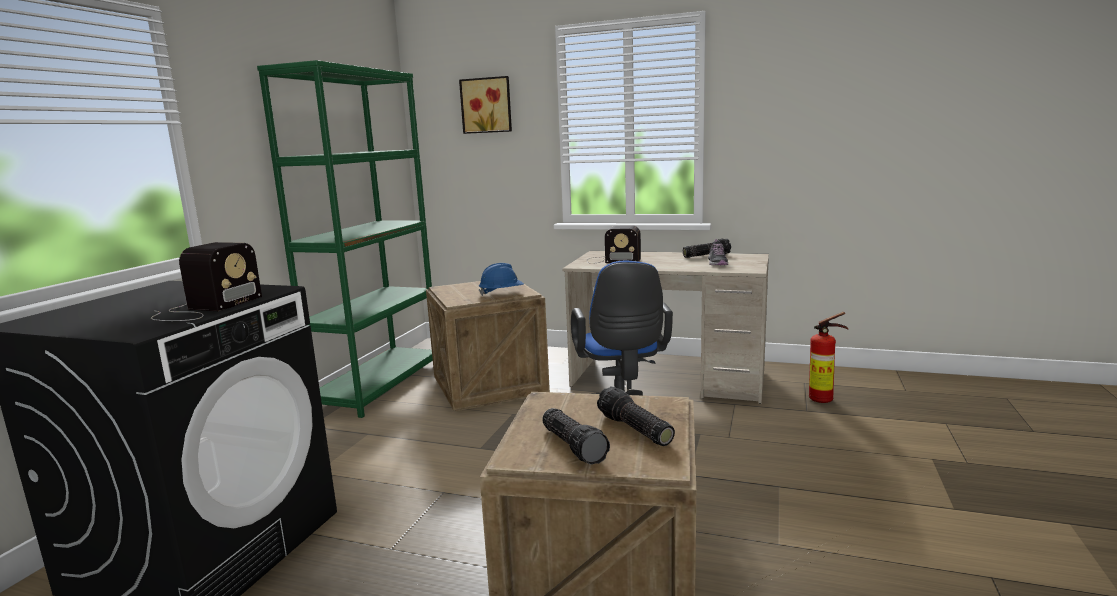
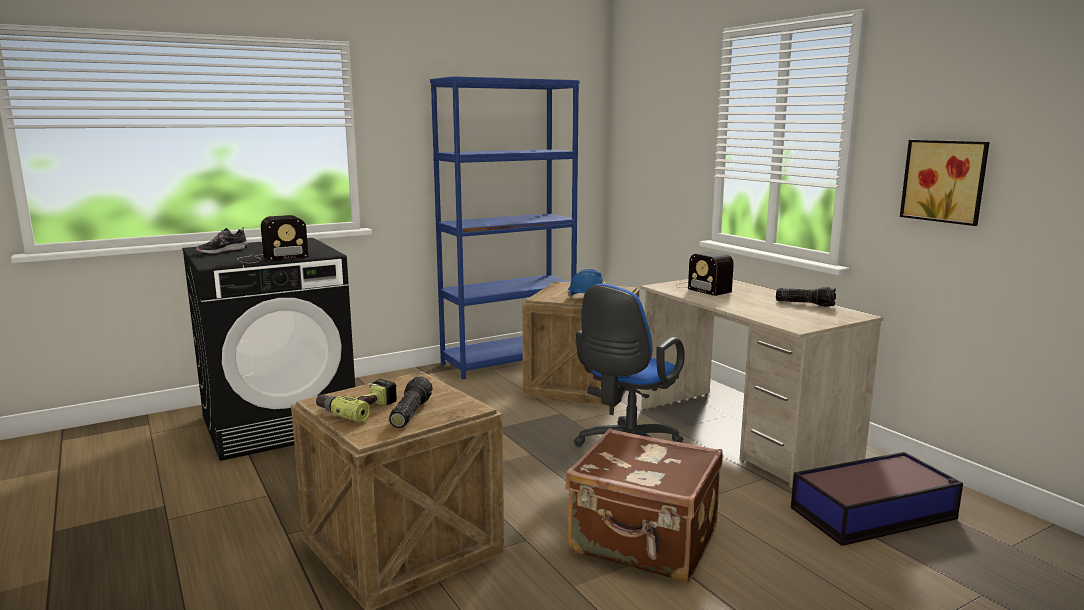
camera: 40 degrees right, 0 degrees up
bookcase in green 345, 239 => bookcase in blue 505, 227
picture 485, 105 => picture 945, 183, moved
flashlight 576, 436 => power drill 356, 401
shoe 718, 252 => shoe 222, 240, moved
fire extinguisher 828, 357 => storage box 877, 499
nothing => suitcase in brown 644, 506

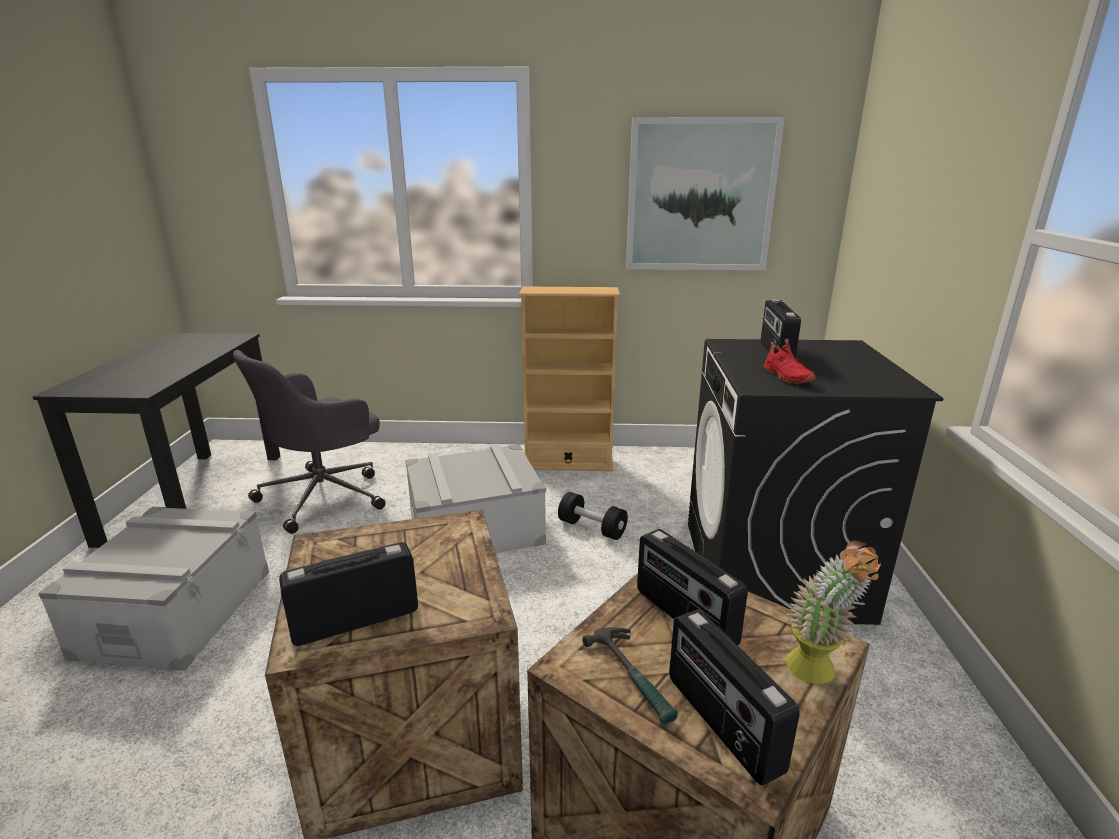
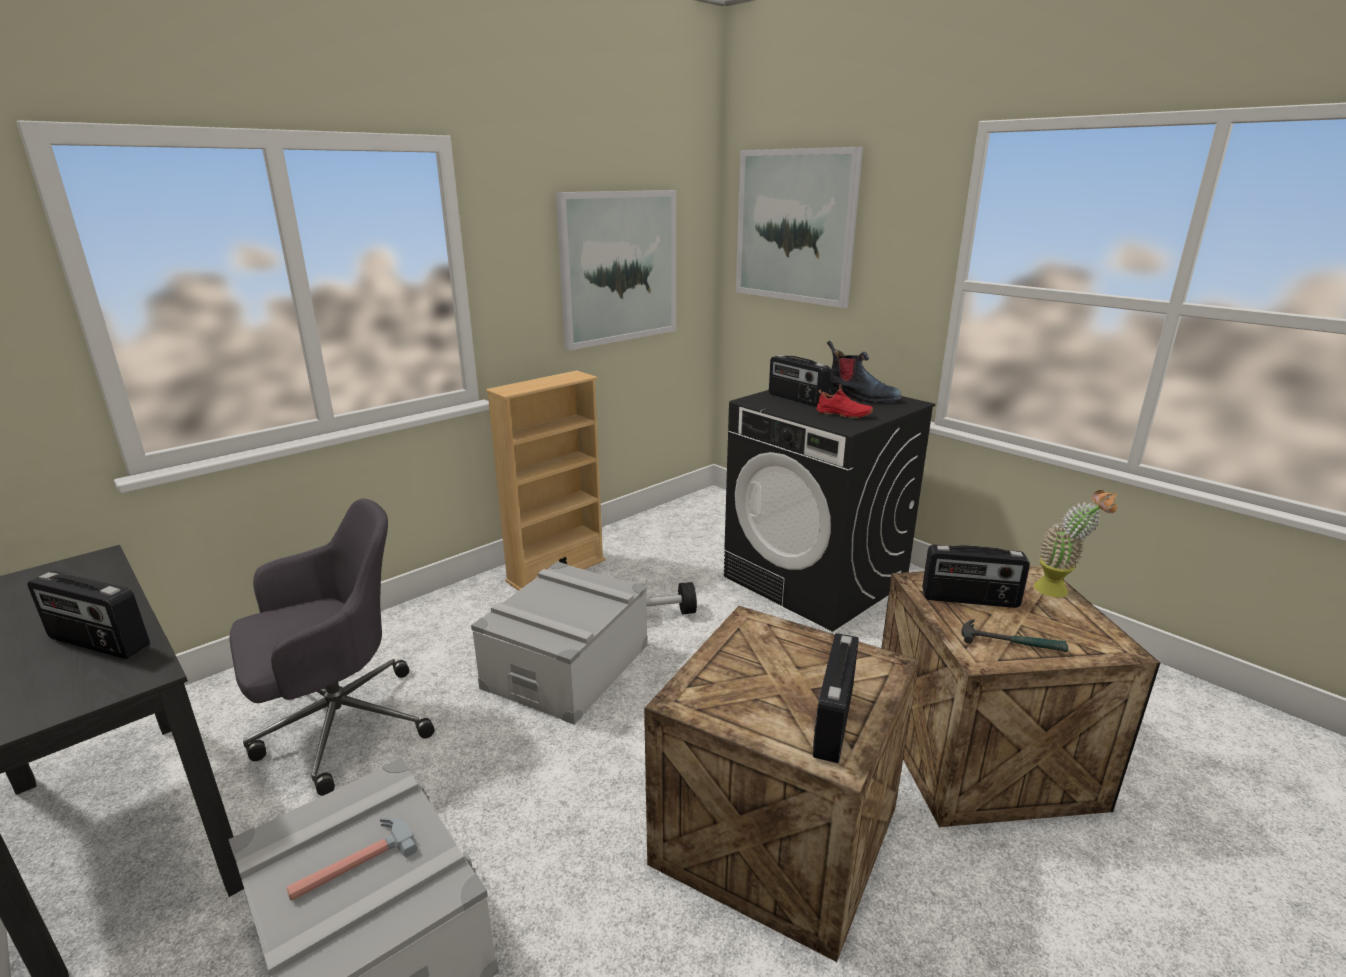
camera: 45 degrees left, 0 degrees up
office chair in grey 309, 442 => office chair in grey 332, 647, 120 degrees counterclockwise
radio 734, 697 => radio 88, 615, moved
nothing => hammer 352, 859
nothing => picture 799, 227
nothing => boot 864, 372

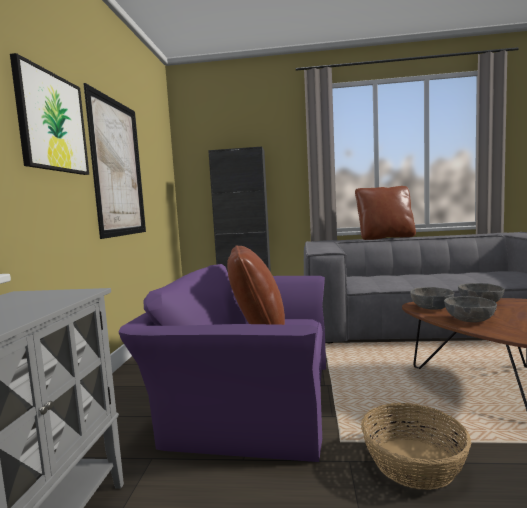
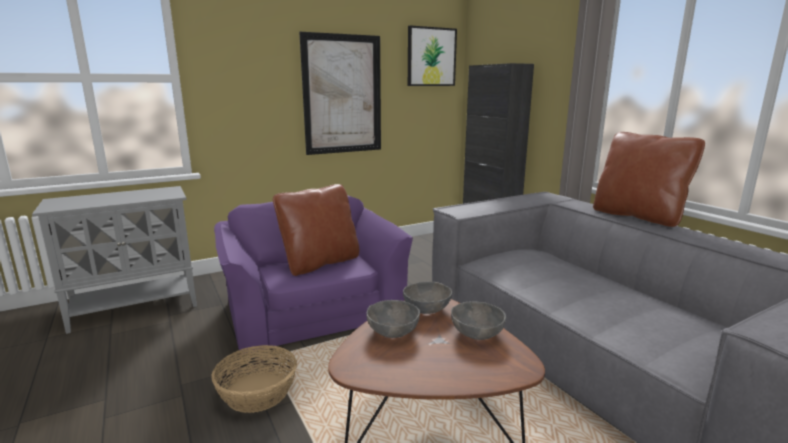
camera: 55 degrees right, 10 degrees up
picture 49, 114 => picture 432, 55, moved

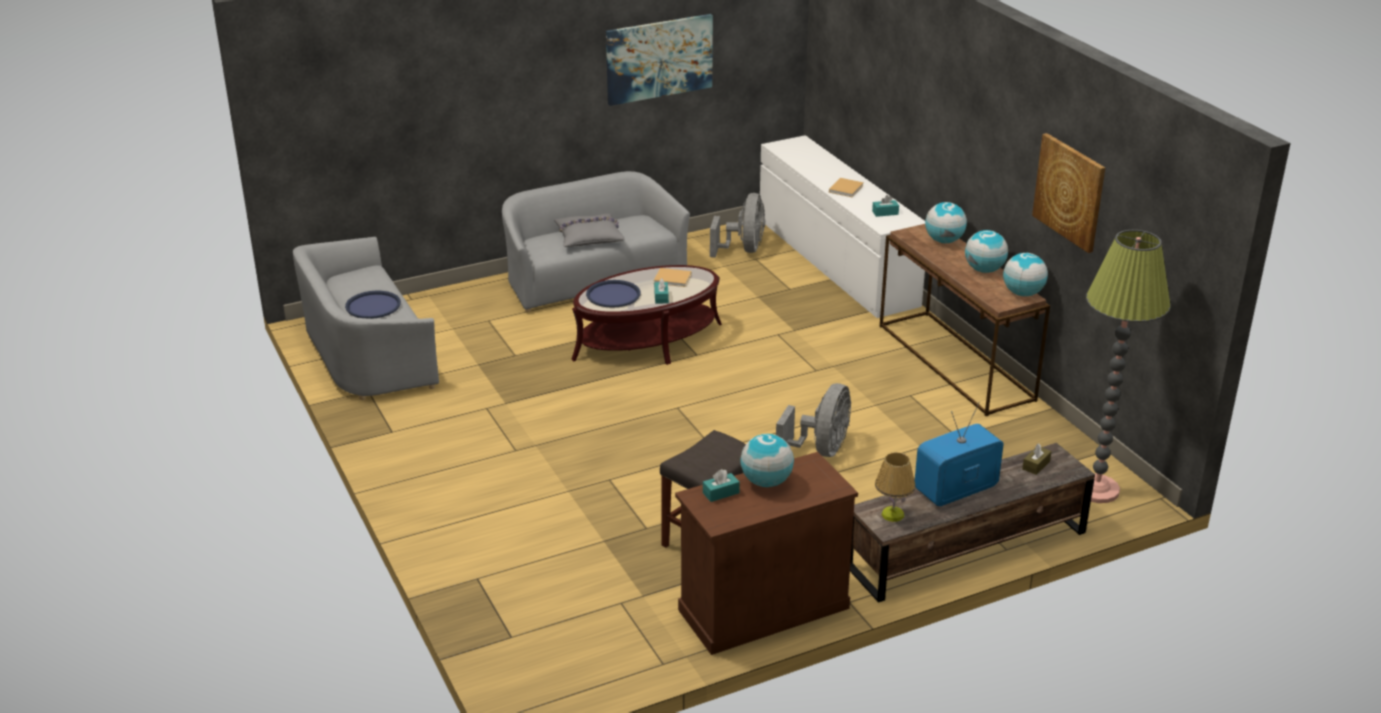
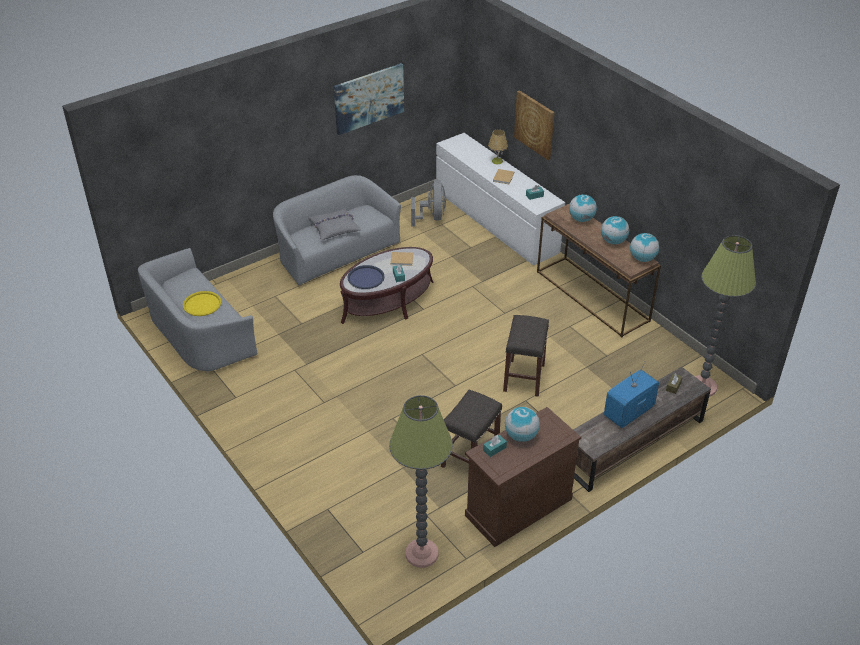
camera: 10 degrees left, 10 degrees up
tray in blue 373, 305 => tray in yellow 202, 303
fan in grey 813, 420 => stool in grey 526, 356
table lamp 895, 487 => table lamp 498, 146, moved
picture 1068, 193 => picture 534, 125, moved
nothing => floor lamp 421, 481

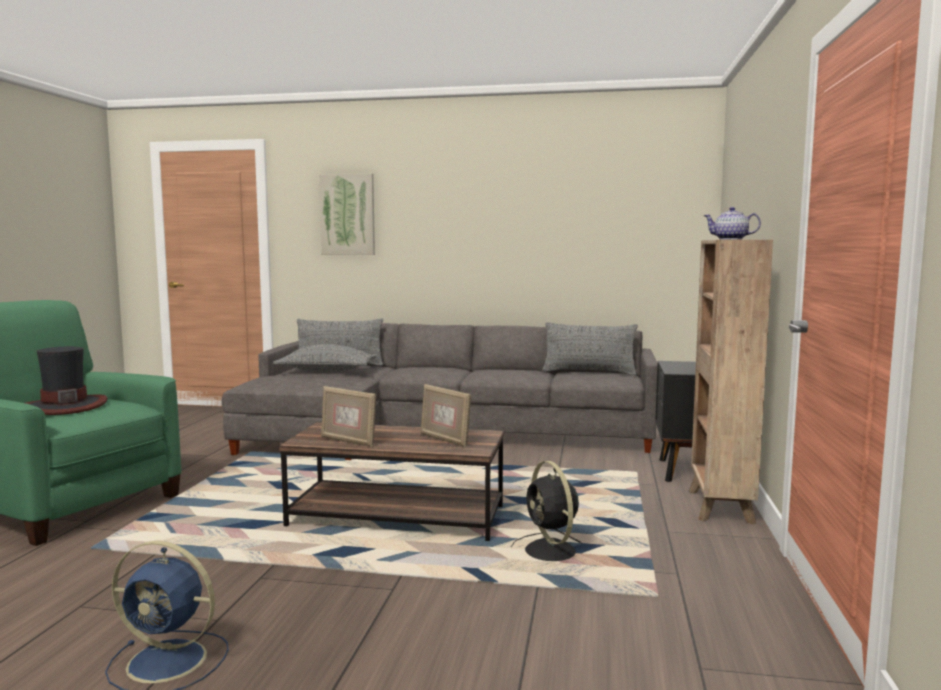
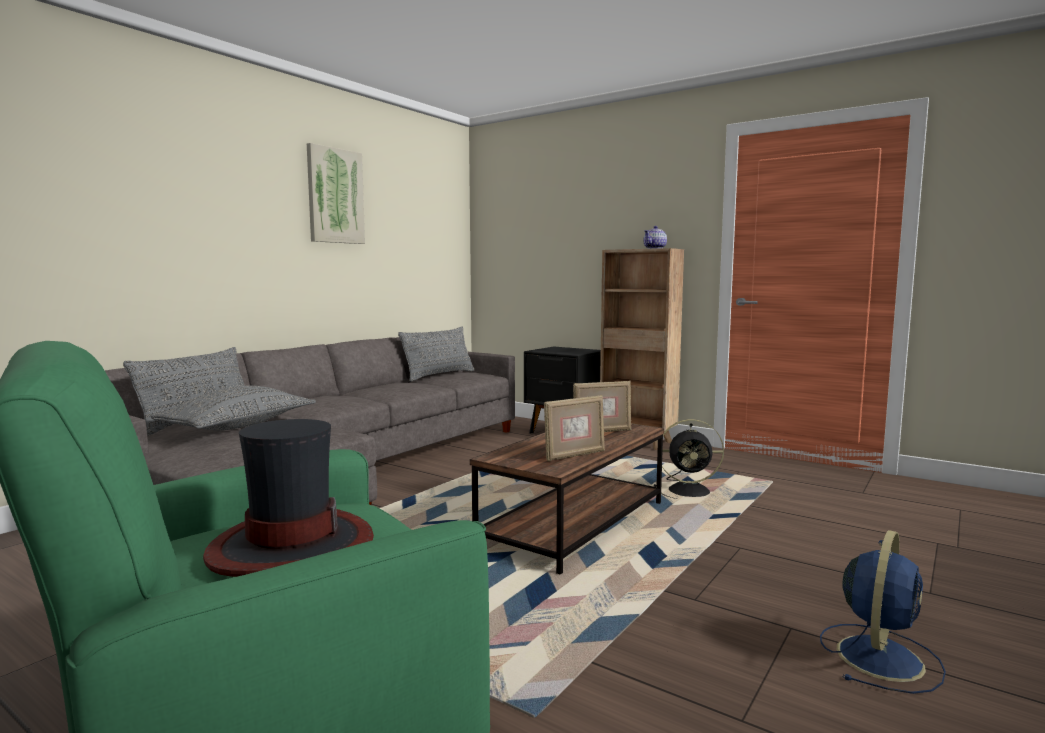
camera: 65 degrees left, 0 degrees up
picture 347, 214 => picture 336, 193, moved

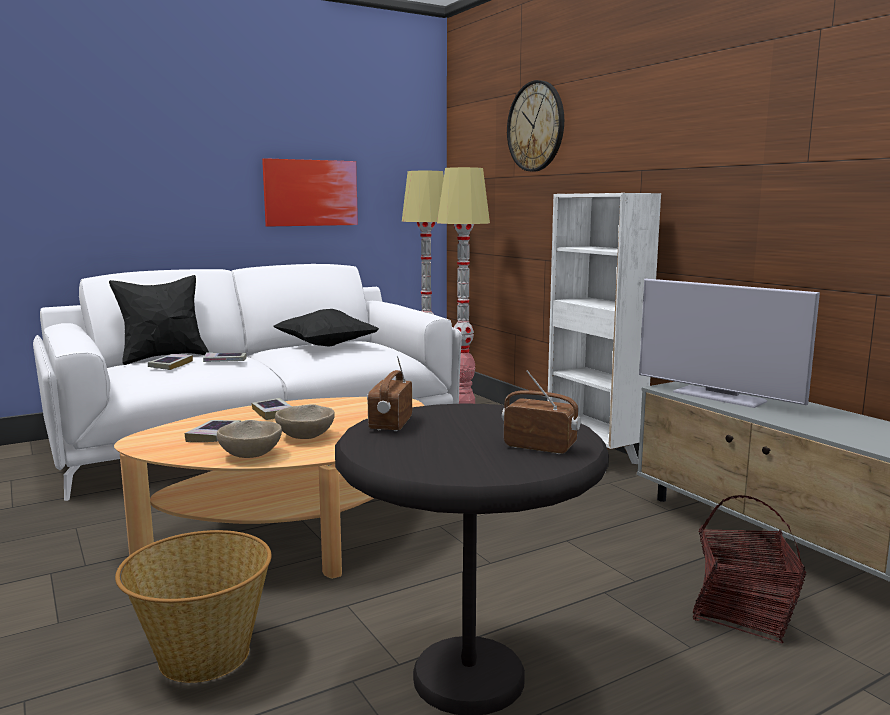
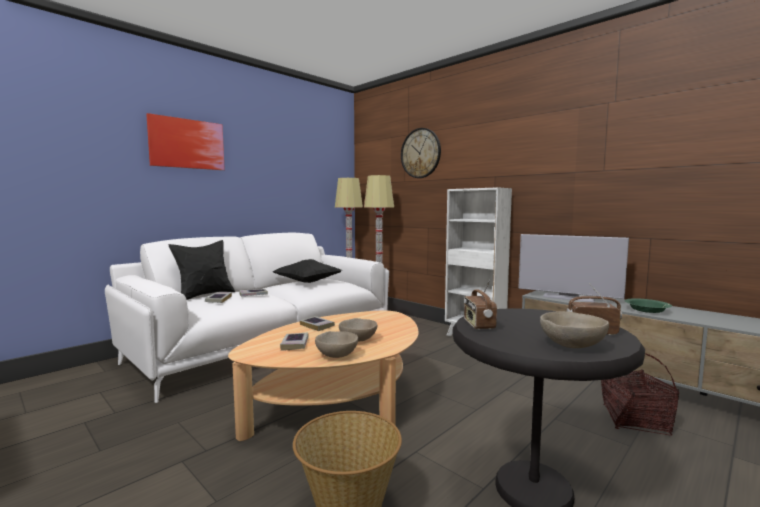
camera: 15 degrees left, 5 degrees down
picture 310, 192 => picture 185, 141, moved
nothing => bowl in beige 574, 329
nothing => bowl in green 648, 305

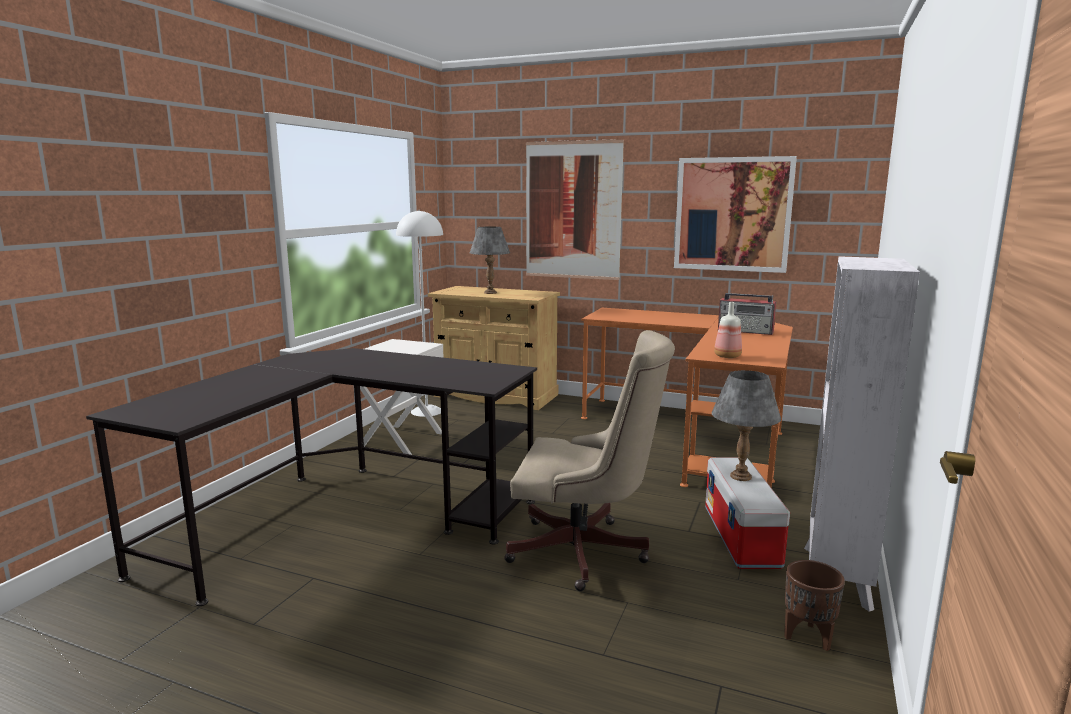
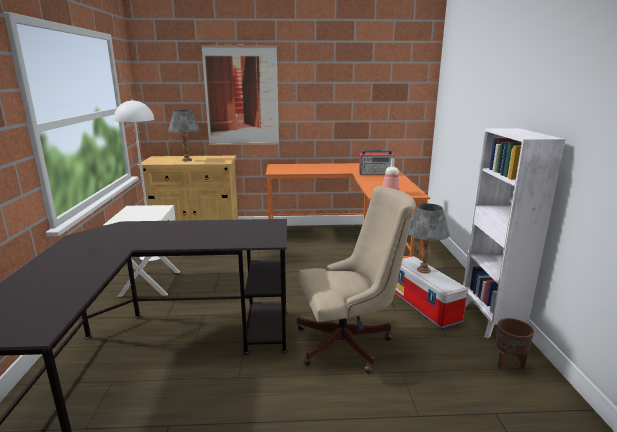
camera: 25 degrees left, 5 degrees up
picture 735, 214 => nothing

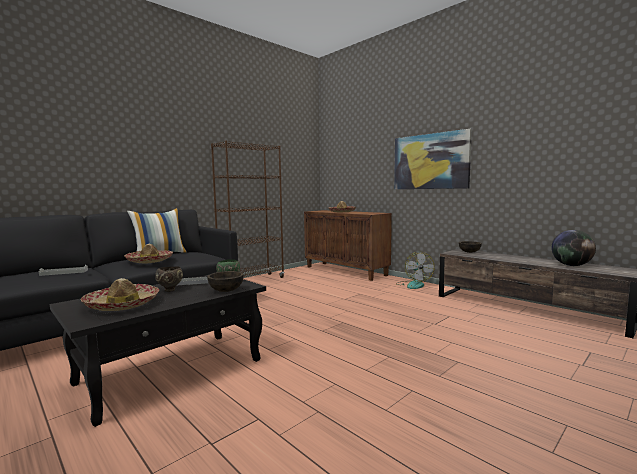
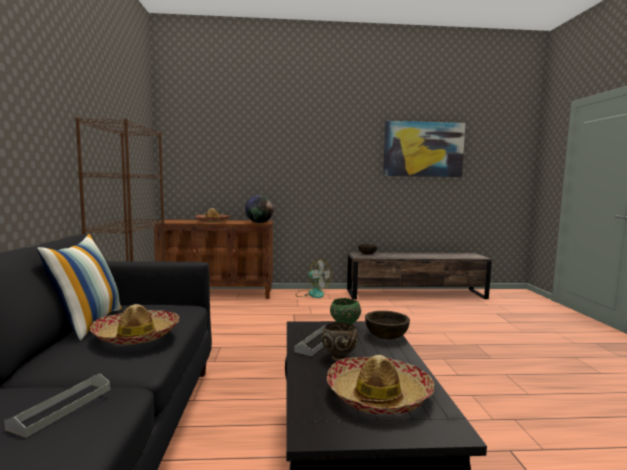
camera: 50 degrees left, 0 degrees up
picture 433, 159 => picture 424, 149, moved
globe 573, 248 => globe 259, 209, moved

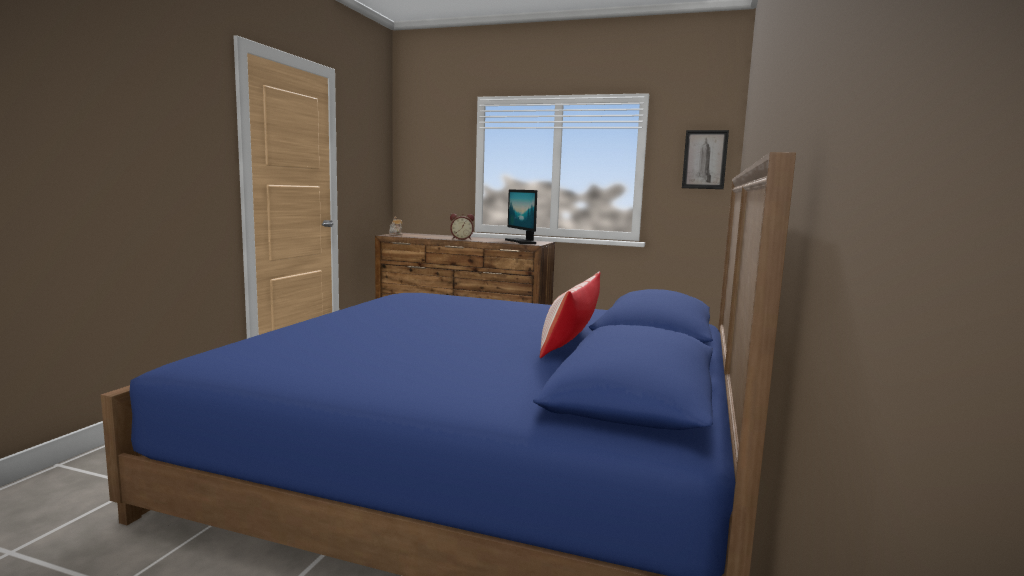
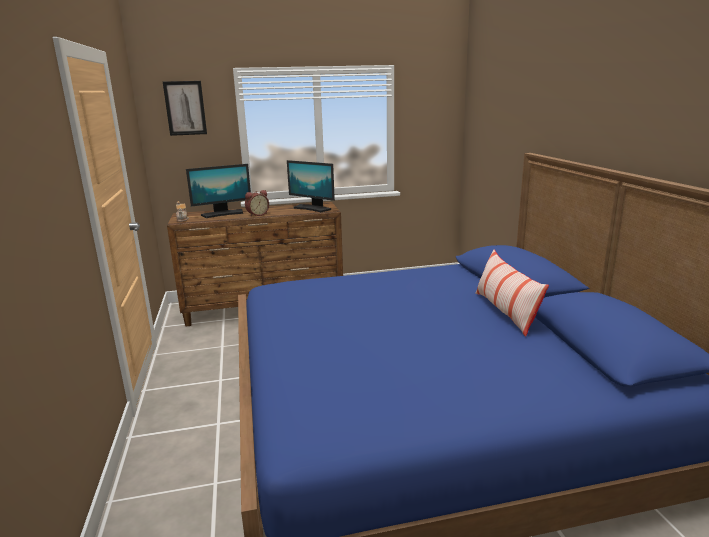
camera: 30 degrees left, 10 degrees up
picture 705, 159 => picture 185, 108, moved
nothing => monitor 218, 191

